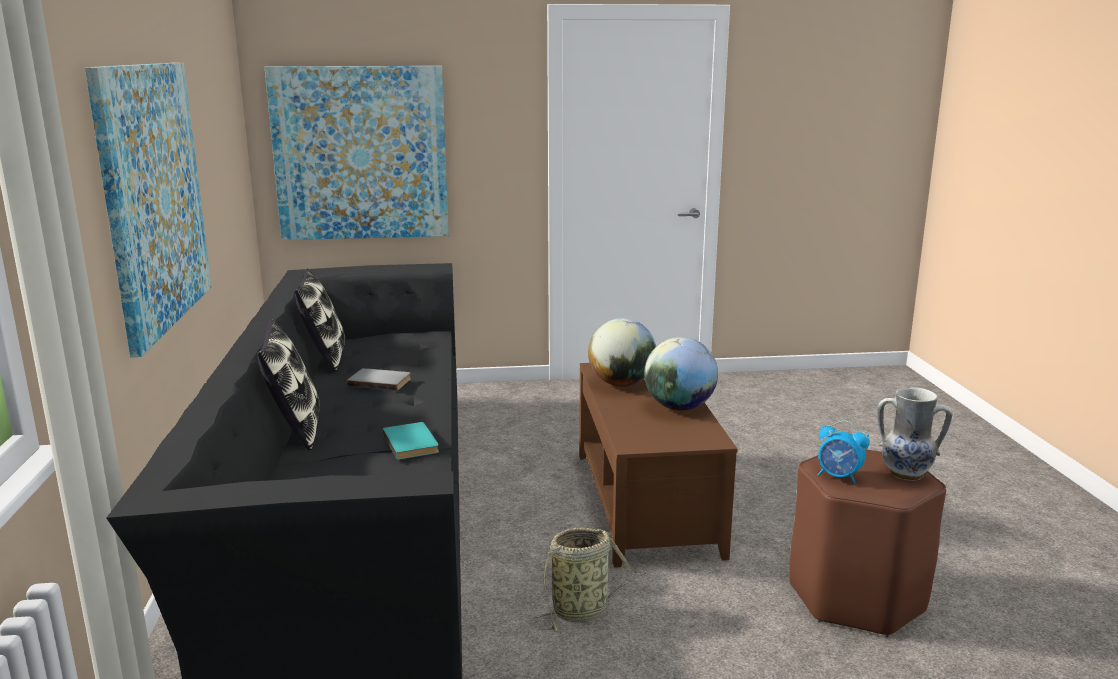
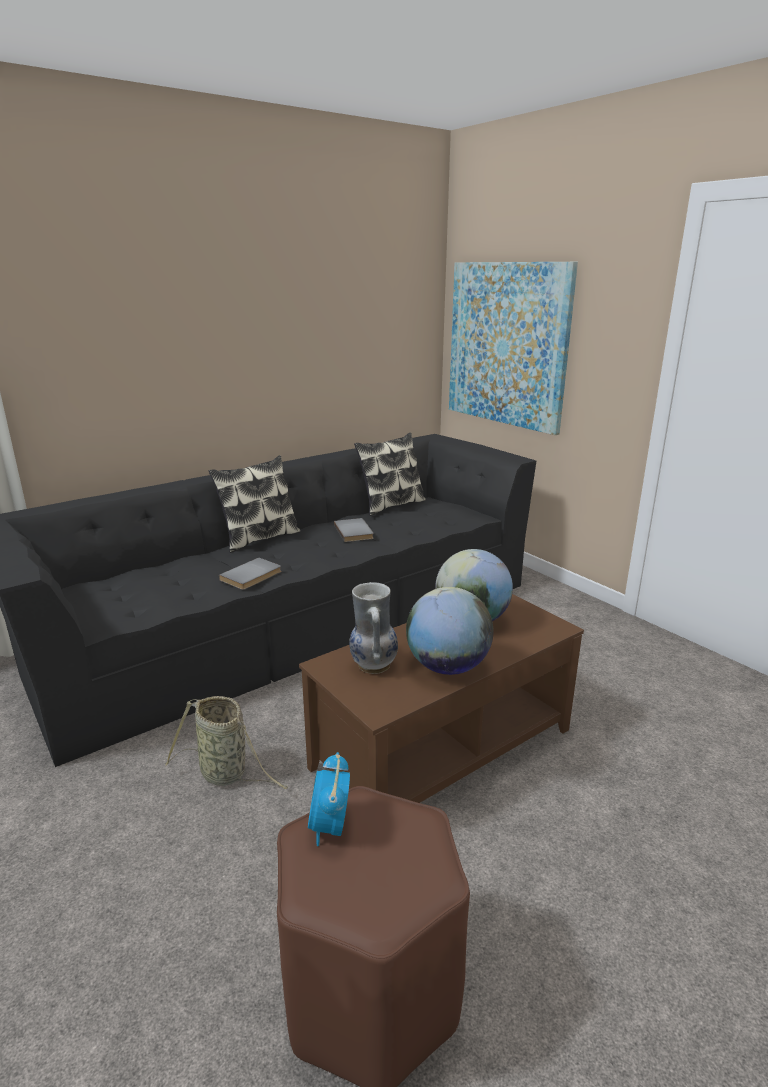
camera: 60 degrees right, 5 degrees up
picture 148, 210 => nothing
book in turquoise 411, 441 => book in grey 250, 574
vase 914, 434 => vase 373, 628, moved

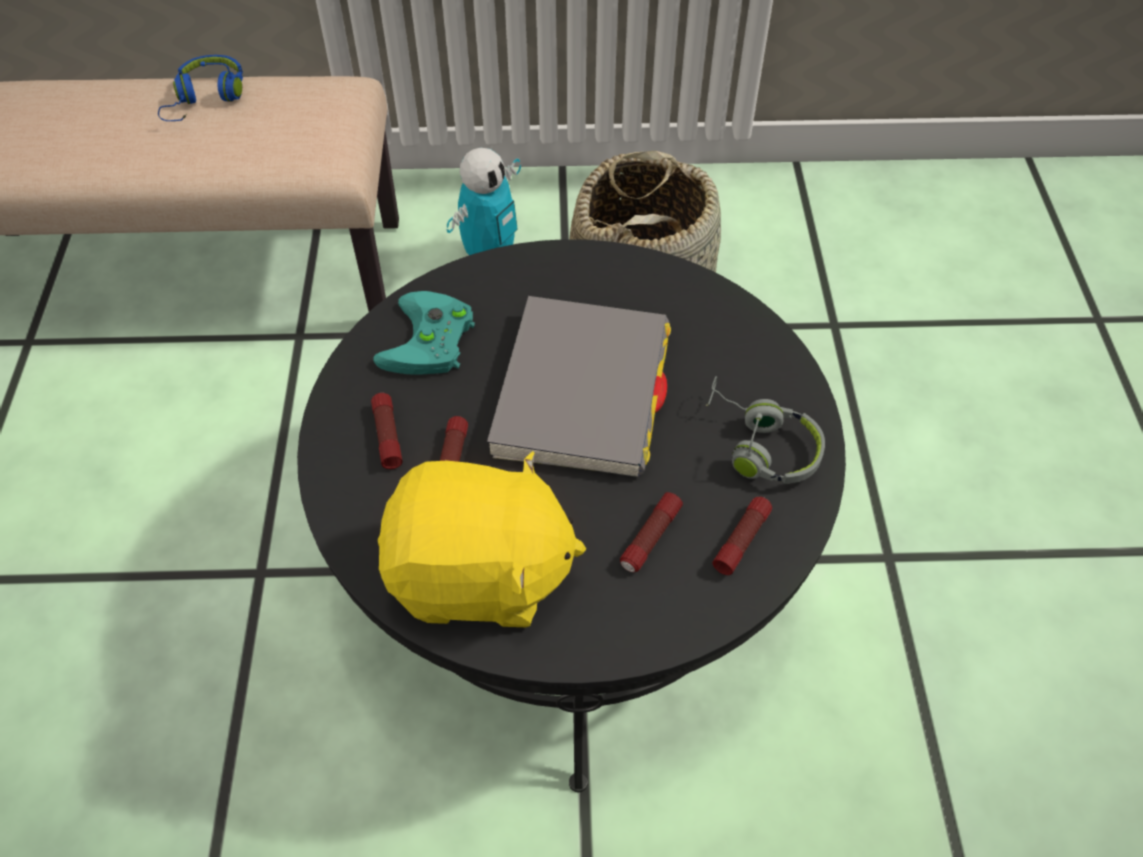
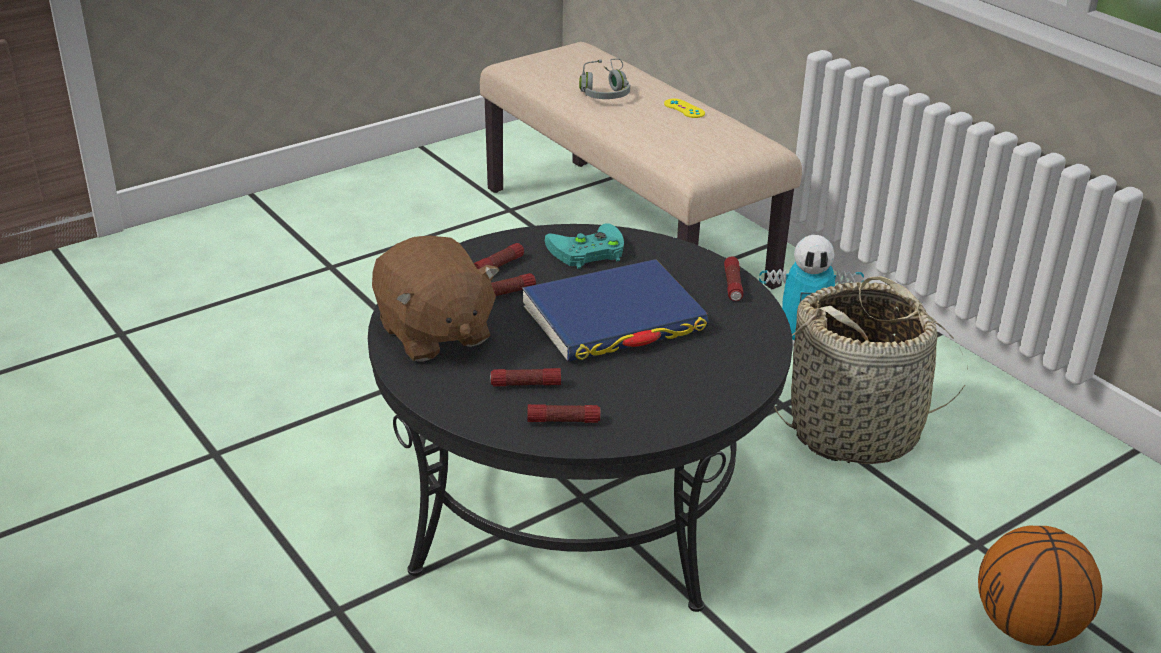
camera: 55 degrees right, 20 degrees down
headphones in blue 200, 88 => game controller in yellow 684, 108
plush toy in yellow 482, 539 => plush toy in brown 435, 299
book in grey 579, 386 => book in blue 615, 310
headphones in grey 765, 430 => headphones in grey 604, 79, moved
nothing => flashlight 734, 278
nothing => basketball 1040, 586

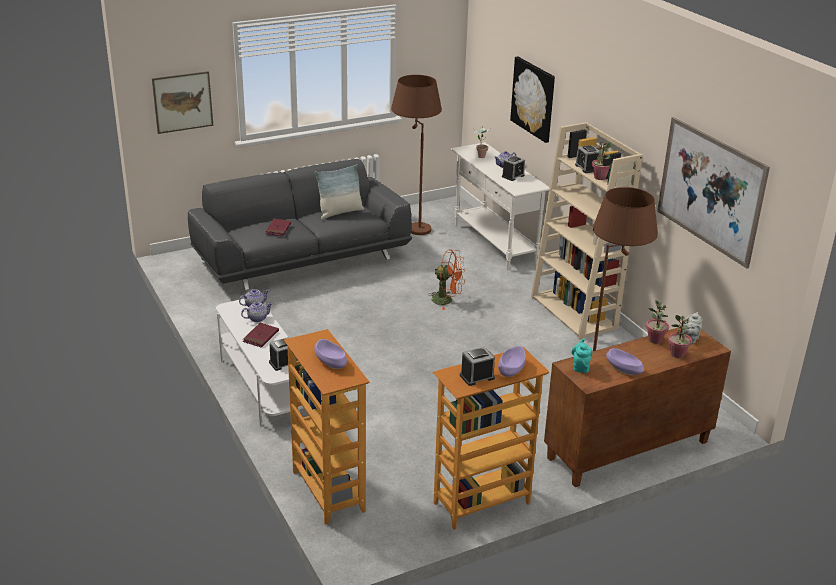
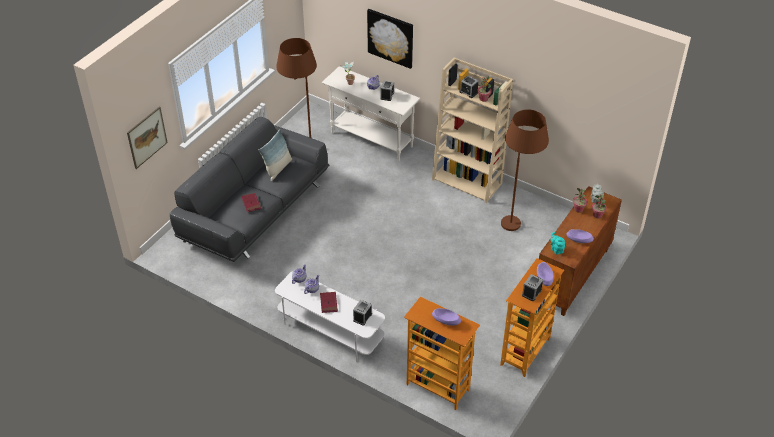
camera: 30 degrees left, 15 degrees up
fan in orange 447, 279 => nothing
picture 713, 192 => nothing

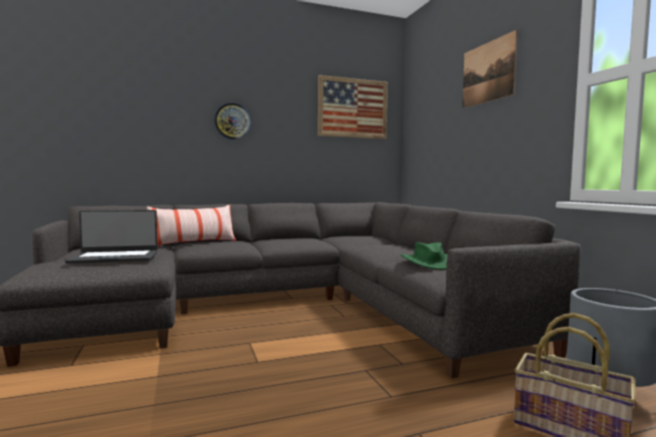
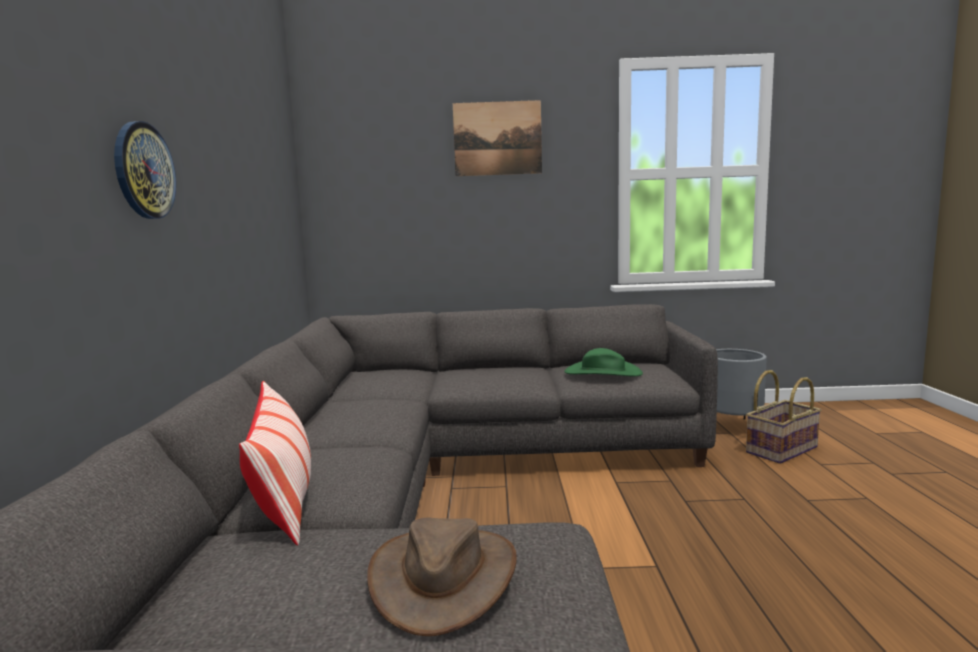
camera: 70 degrees left, 5 degrees up
laptop 111, 236 => hat in brown 442, 577
picture 353, 107 => nothing

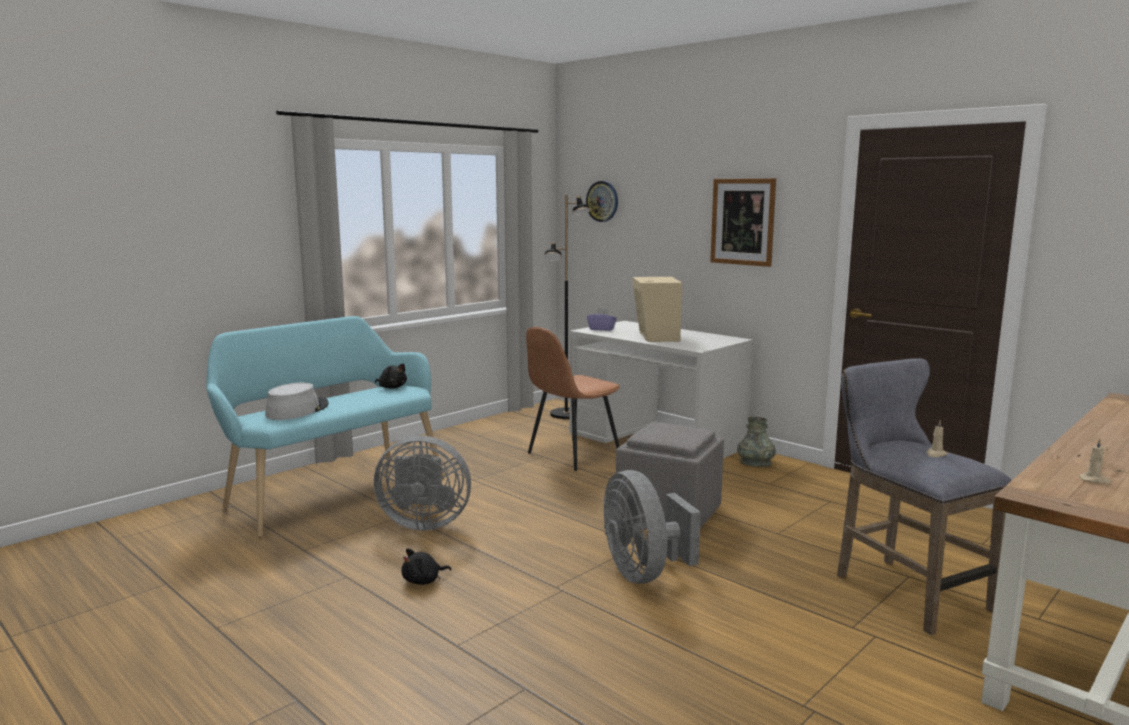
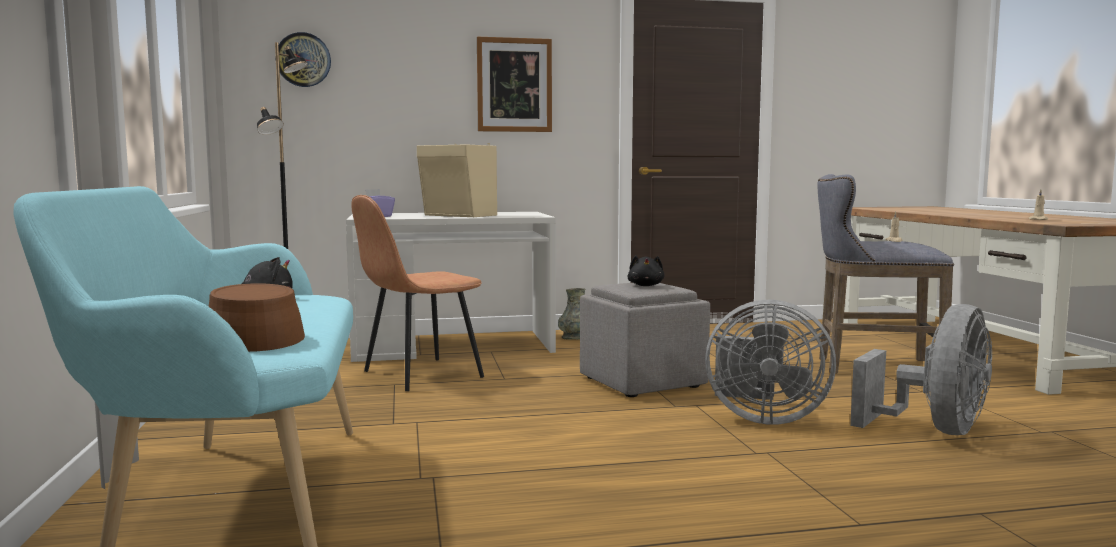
camera: 55 degrees left, 5 degrees down
hat in grey 297, 401 => hat in brown 256, 317
fan in grey 422, 483 => fan in grey 921, 369, moved
plush toy in black 426, 567 => plush toy in black 646, 270, moved
chair in brown 573, 399 => chair in brown 417, 293, 60 degrees clockwise

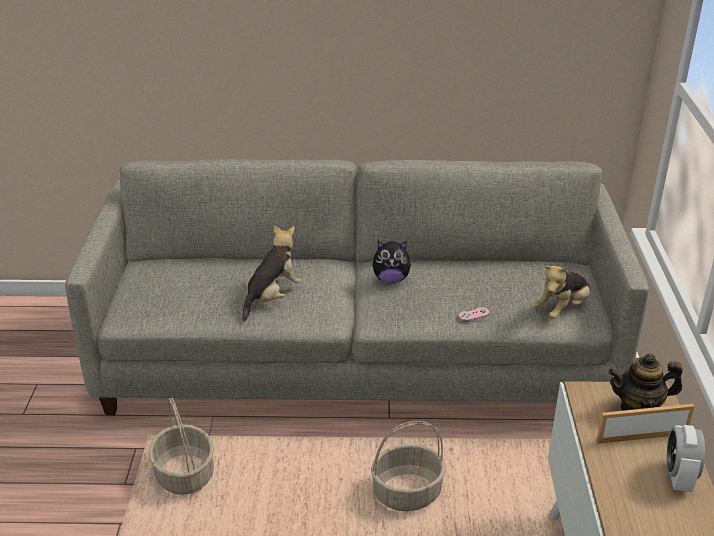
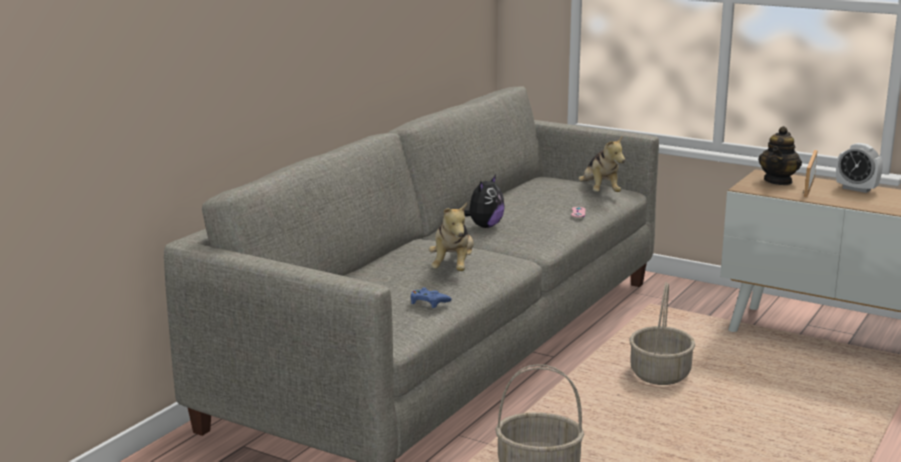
camera: 60 degrees left, 15 degrees down
plush toy 272, 273 => plush toy 451, 236, 150 degrees counterclockwise
nothing => game controller in blue 431, 297

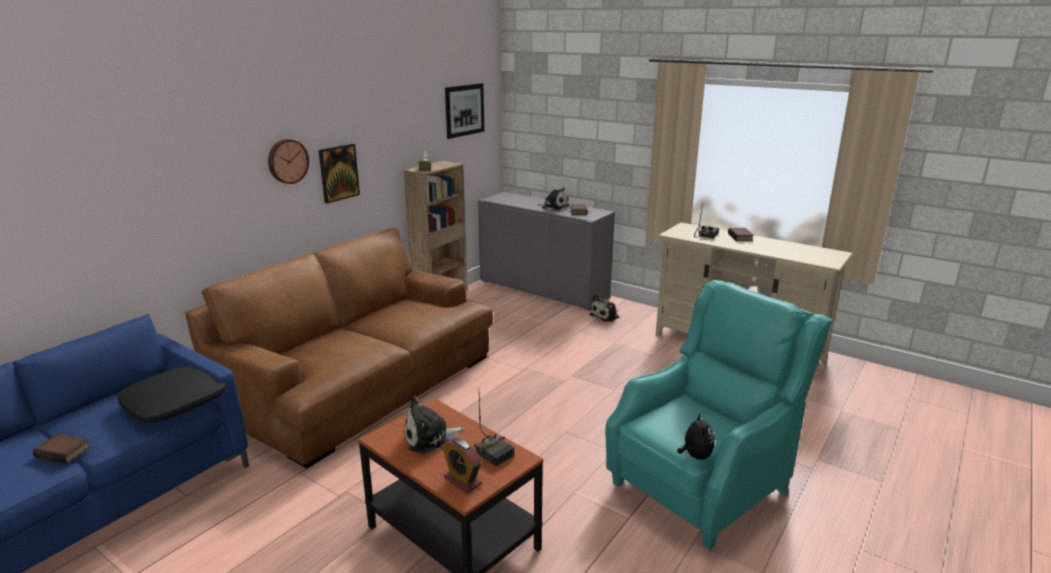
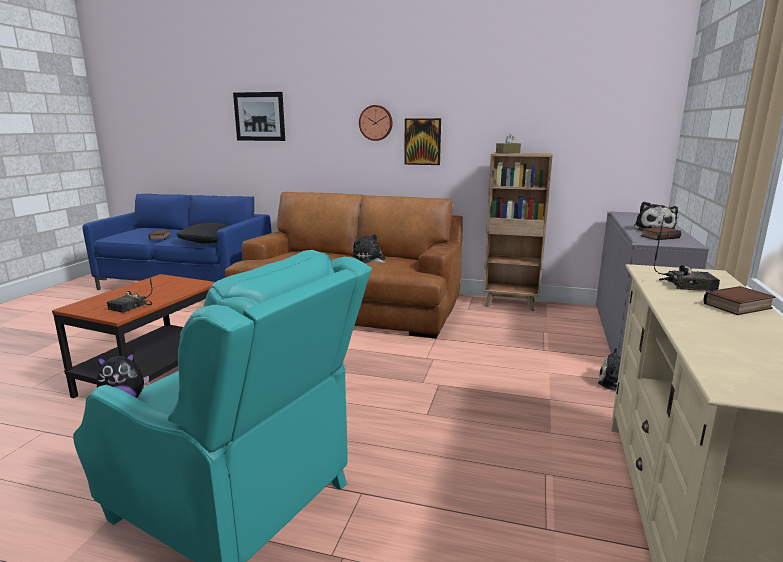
camera: 70 degrees right, 5 degrees down
plush toy 434, 424 => plush toy 369, 248, moved
alarm clock 462, 465 => nothing
picture 464, 111 => picture 259, 116, moved

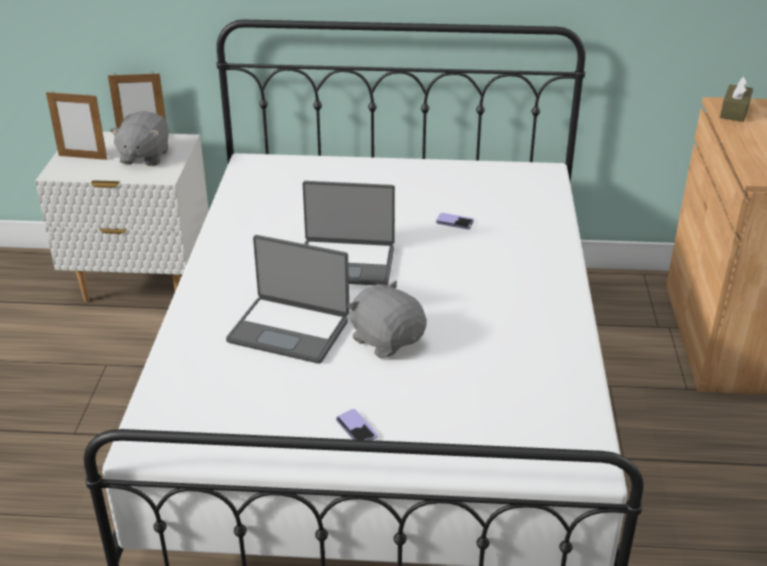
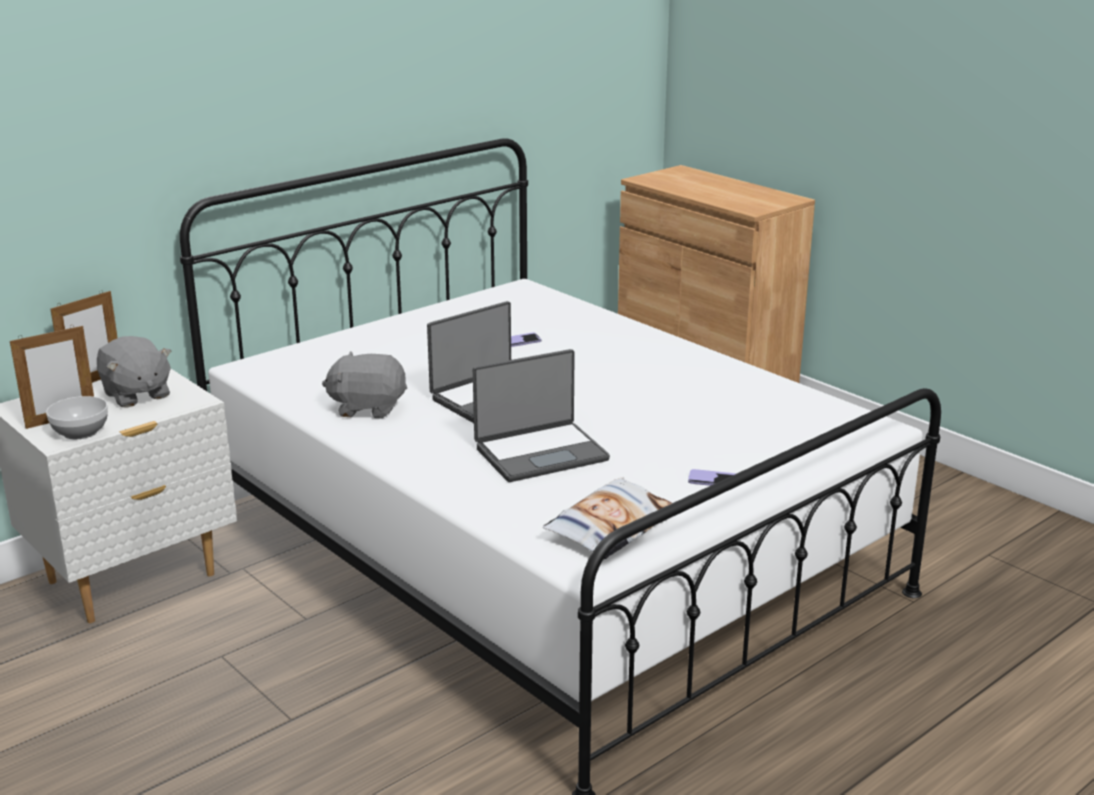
camera: 45 degrees left, 10 degrees down
plush toy in grey 387, 320 => plush toy in grey 364, 385, moved
tissue box in brown 736, 99 => nothing
nothing => bowl 77, 417
nothing => pillow 607, 518

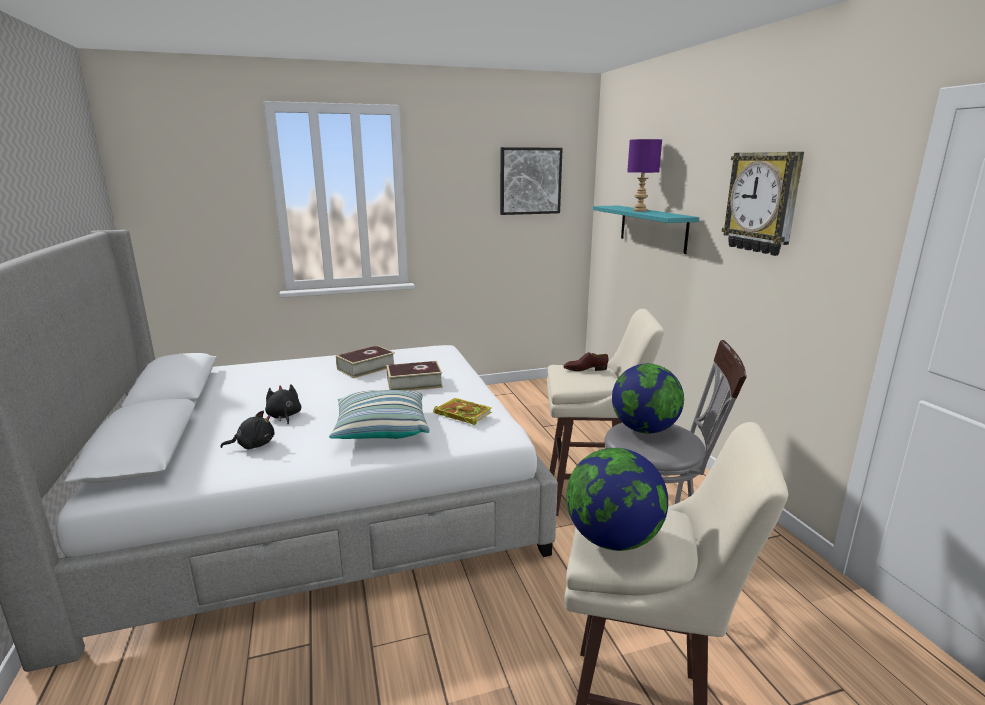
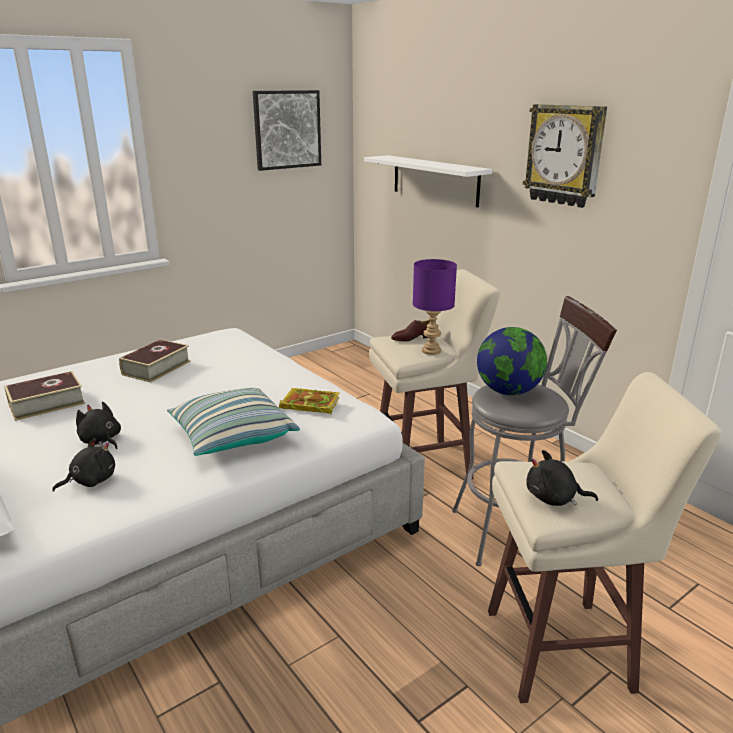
camera: 20 degrees left, 5 degrees up
book 414, 376 => book 44, 396, moved
globe 617, 499 => plush toy in black 562, 478
shelf in turquoise 646, 229 => shelf in white 428, 181
table lamp in purple 644, 175 => table lamp in purple 435, 307, moved

